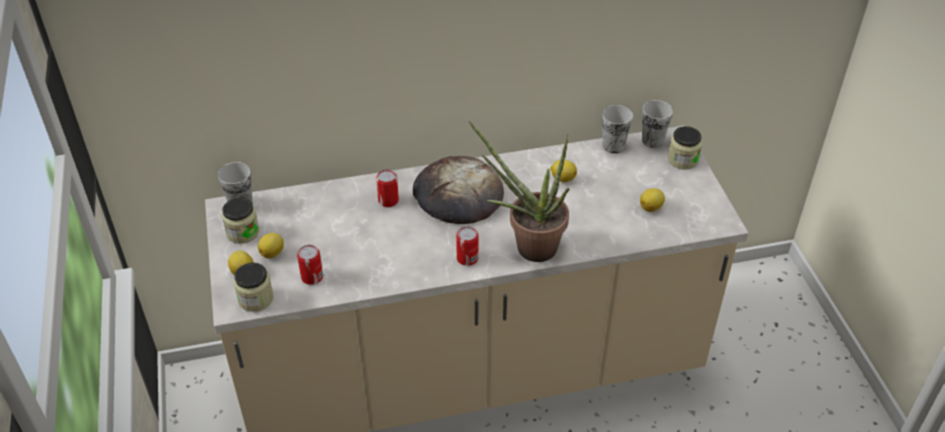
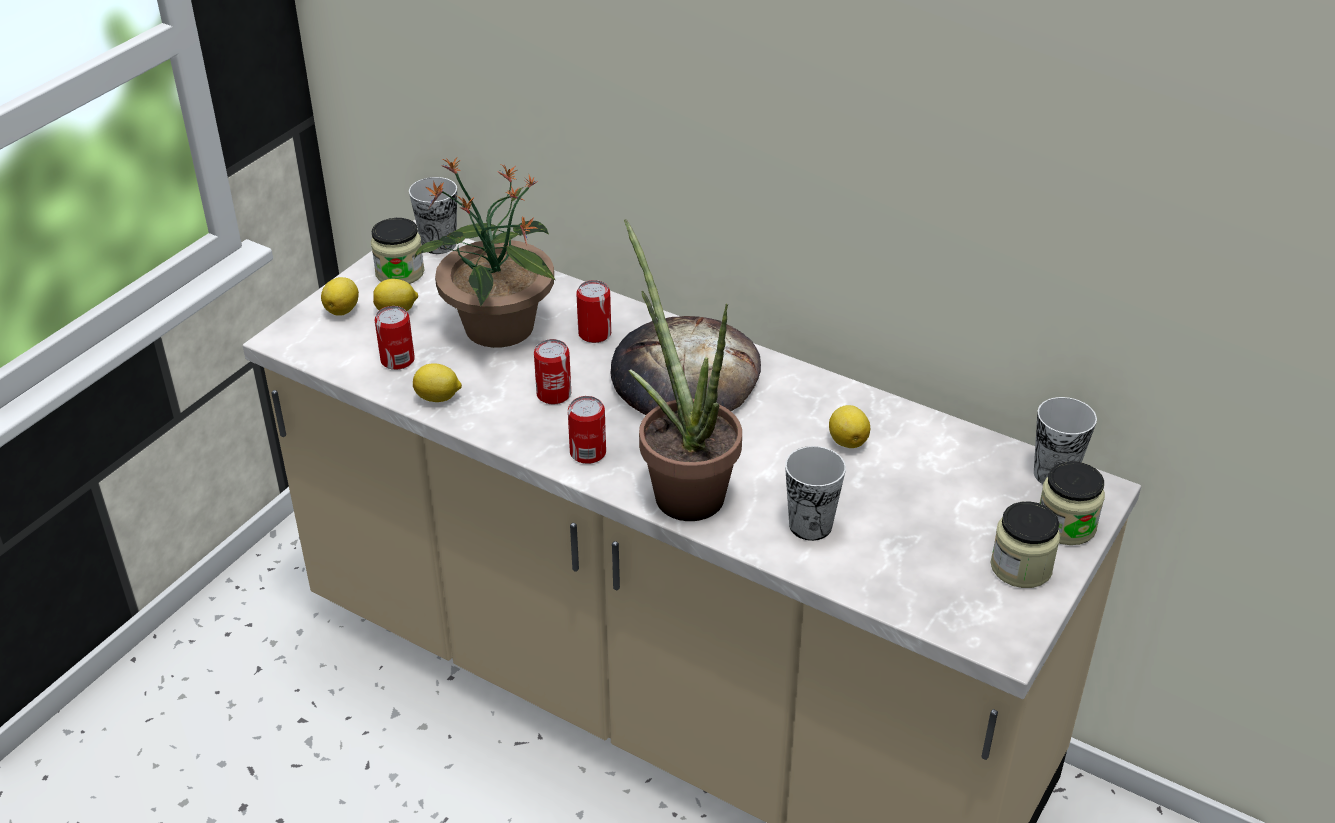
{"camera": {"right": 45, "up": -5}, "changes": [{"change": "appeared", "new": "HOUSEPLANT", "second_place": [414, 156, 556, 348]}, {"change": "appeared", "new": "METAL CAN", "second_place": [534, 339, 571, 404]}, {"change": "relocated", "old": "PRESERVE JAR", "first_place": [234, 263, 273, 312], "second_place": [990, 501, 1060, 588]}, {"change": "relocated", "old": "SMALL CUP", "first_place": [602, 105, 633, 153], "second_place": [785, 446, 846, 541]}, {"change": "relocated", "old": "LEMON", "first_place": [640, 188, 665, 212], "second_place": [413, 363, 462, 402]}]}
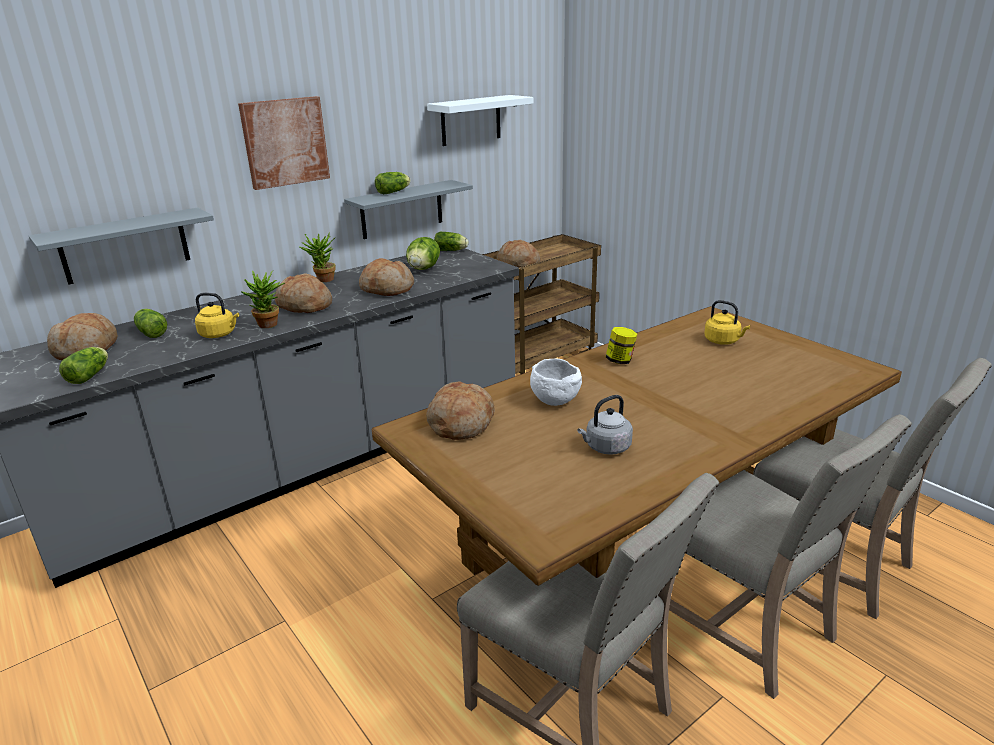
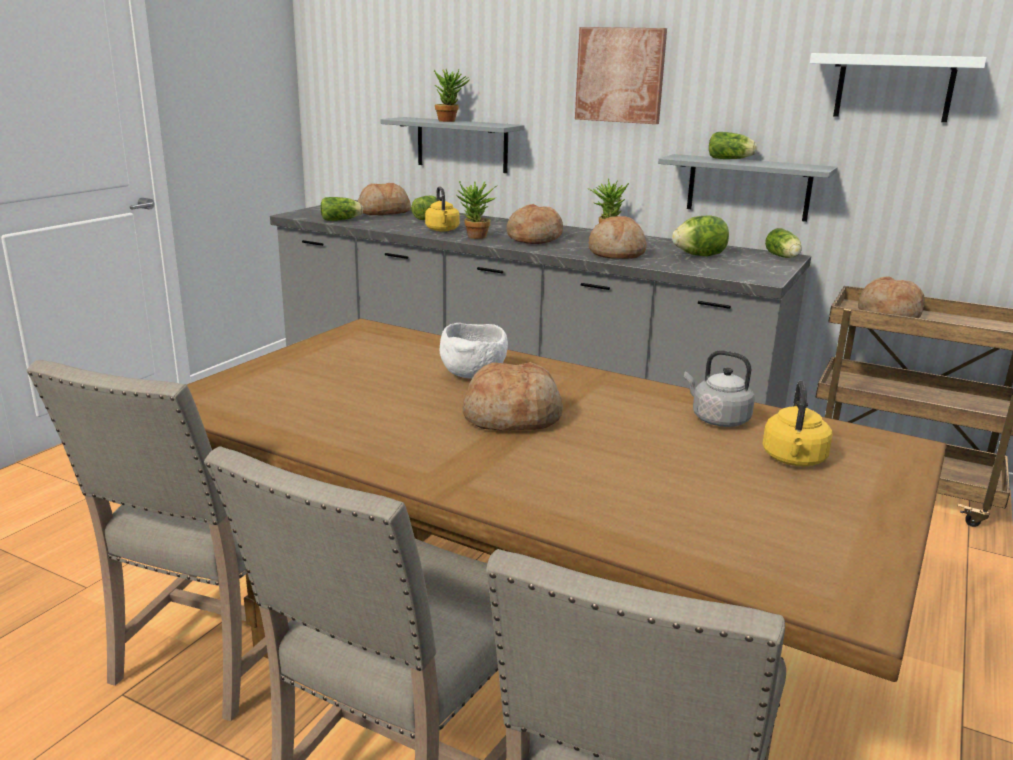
{"camera": {"right": 65, "up": -5}, "changes": [{"change": "missing", "old": "PRESERVE JAR", "first_place": [606, 327, 637, 364]}, {"change": "appeared", "new": "HOUSEPLANT", "second_place": [433, 69, 470, 122]}, {"change": "relocated", "old": "BAKED BREAD", "first_place": [426, 381, 495, 440], "second_place": [463, 362, 563, 430]}, {"change": "relocated", "old": "GREYISH WATER KETTLE", "first_place": [577, 395, 633, 455], "second_place": [684, 350, 755, 427]}]}
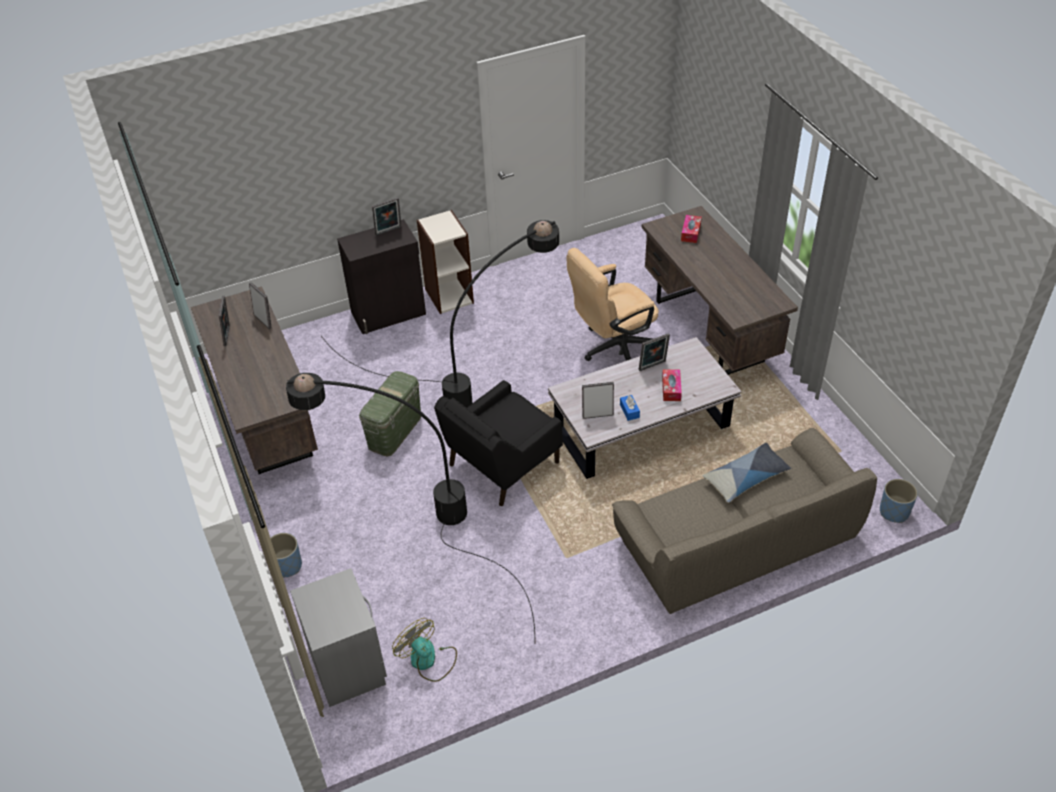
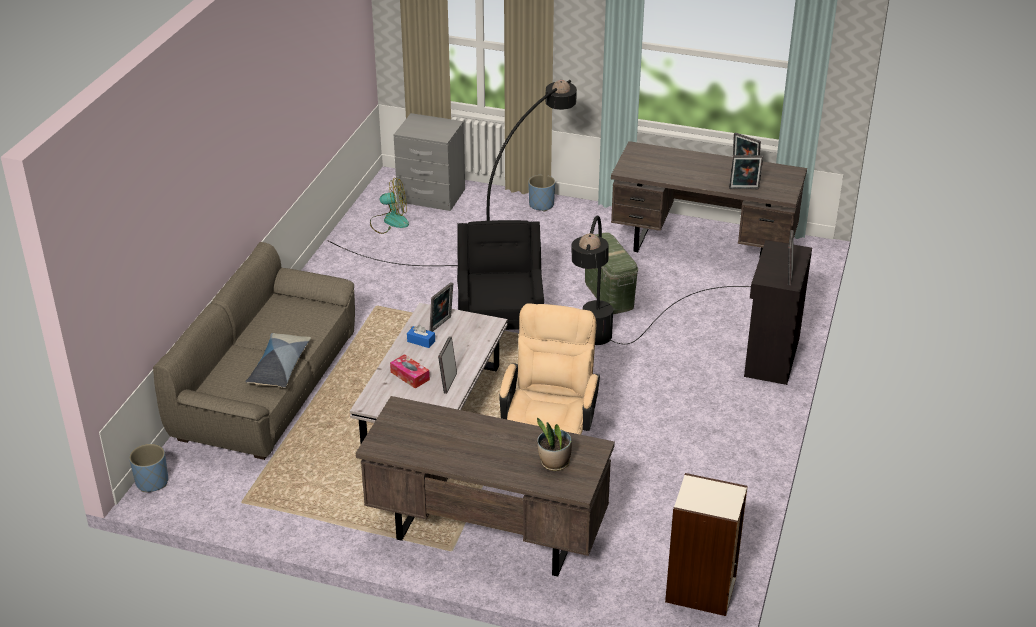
{"camera": {"right": 130, "up": -10}, "changes": [{"change": "relocated", "old": "BOOKSHELF", "first_place": [417, 210, 474, 314], "second_place": [665, 473, 748, 616]}, {"change": "exchanged", "old": "BOX OF TISSUES", "new": "HOUSEPLANT", "first_place": [681, 215, 702, 243], "second_place": [537, 418, 572, 471]}]}
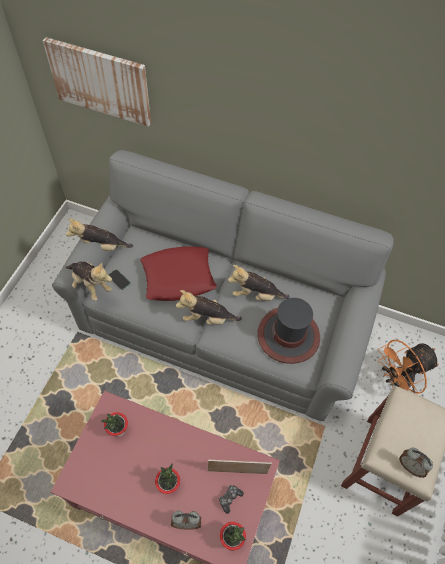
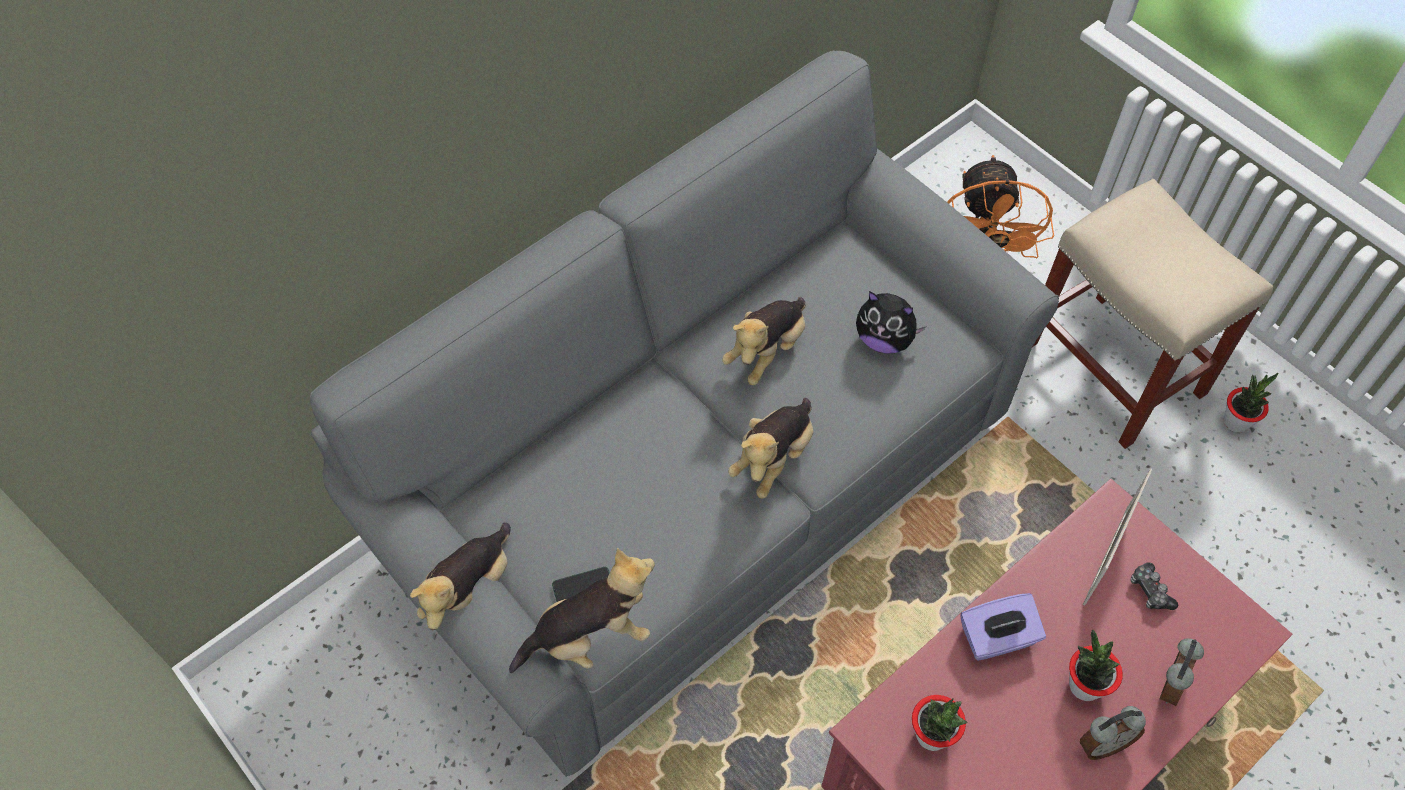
{"camera": {"right": -60, "up": 0}, "changes": [{"change": "missing", "old": "WALL PICTURE", "first_place": [43, 37, 151, 127]}, {"change": "missing", "old": "REDDISH PILLOW", "first_place": [140, 247, 217, 301]}, {"change": "appeared", "new": "PURPLE-COLOURED BOX OF TISSUES", "second_place": [960, 593, 1046, 661]}, {"change": "relocated", "old": "HOUSEPLANT", "first_place": [220, 522, 246, 550], "second_place": [1224, 373, 1278, 433]}, {"change": "relocated", "old": "TABLE CLOCK", "first_place": [399, 448, 433, 478], "second_place": [1080, 706, 1146, 760]}, {"change": "exchanged", "old": "WEARABLE HAT", "new": "CUDDLY TOY", "first_place": [257, 298, 320, 364], "second_place": [856, 291, 926, 354]}]}
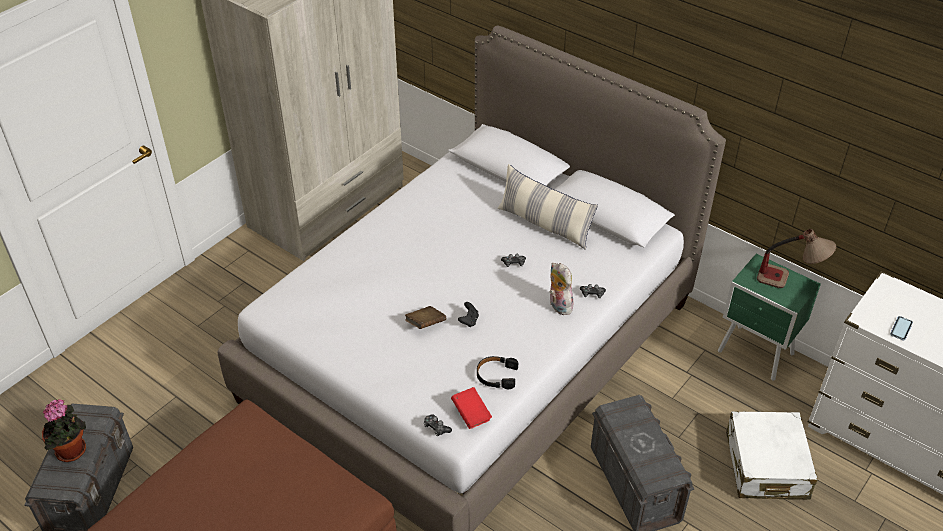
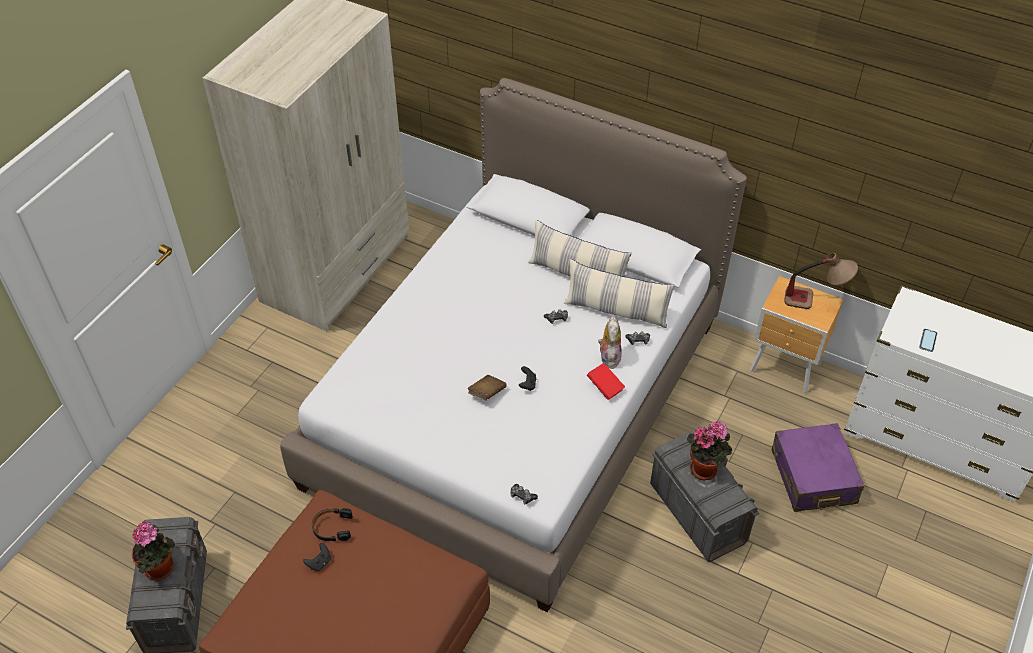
{"camera": {"right": -10, "up": 5}, "changes": [{"change": "appeared", "new": "BLACK-COLOURED GAME CONTROLLER", "second_place": [303, 543, 331, 571]}, {"change": "appeared", "new": "PILLOW", "second_place": [564, 259, 675, 328]}, {"change": "appeared", "new": "HOUSEPLANT", "second_place": [687, 421, 732, 481]}, {"change": "relocated", "old": "REDDISH BOOK", "first_place": [451, 387, 492, 429], "second_place": [587, 363, 625, 400]}, {"change": "relocated", "old": "BLACK-COLOURED HEADPHONES", "first_place": [477, 356, 518, 389], "second_place": [312, 508, 353, 541]}, {"change": "colour", "old": "GREEN NIGHT TABLE", "new": "BROWNISH NIGHT TABLE", "first_place": [718, 254, 821, 381], "second_place": [749, 276, 844, 393]}, {"change": "colour", "old": "WHITE TRAVEL CASE", "new": "PURPLE-COLOURED TRAVEL CASE", "first_place": [726, 411, 818, 500], "second_place": [772, 423, 865, 512]}, {"change": "spun", "old": "CUDDLY TOY", "first_place": [549, 263, 573, 315], "second_place": [598, 316, 622, 369], "degrees": 45}]}
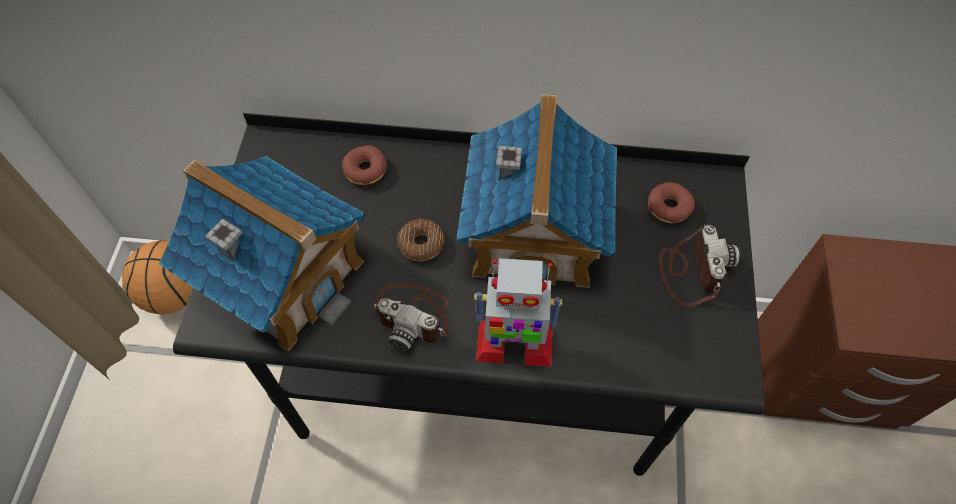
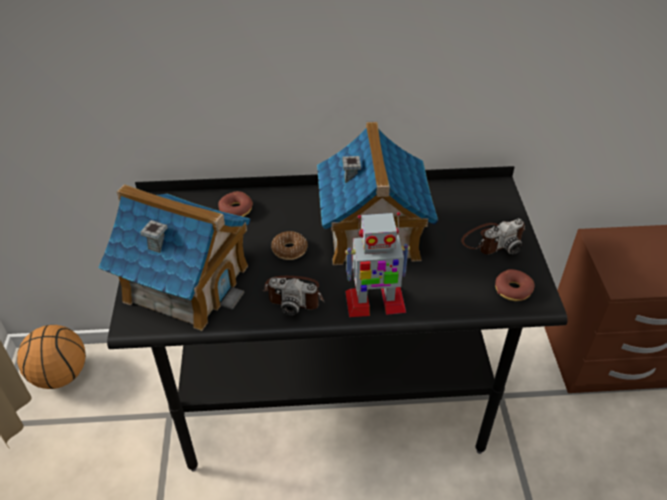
{"camera": {"right": -10, "up": -15}, "changes": [{"change": "relocated", "old": "DOUGHNUT", "first_place": [648, 182, 695, 223], "second_place": [495, 269, 535, 301]}, {"change": "spun", "old": "STILL CAMERA", "first_place": [659, 224, 741, 307], "second_place": [461, 219, 525, 255], "degrees": 75}]}
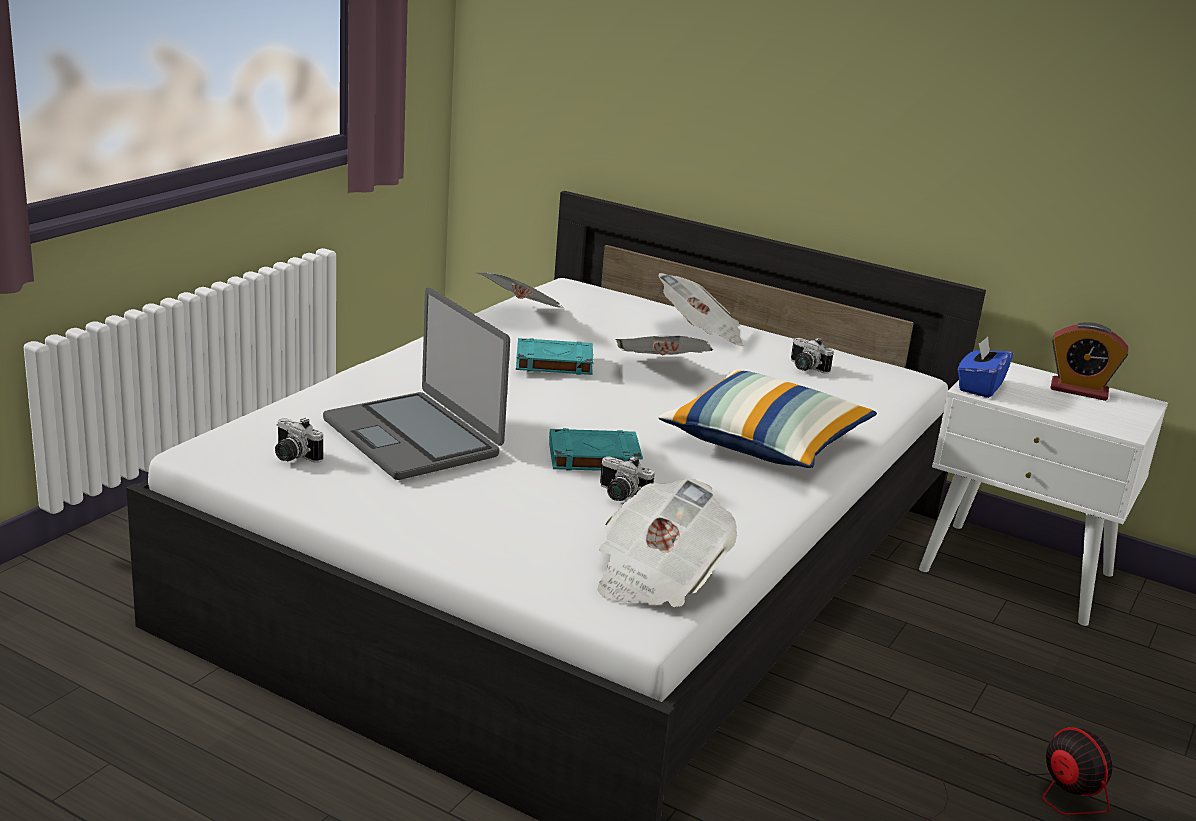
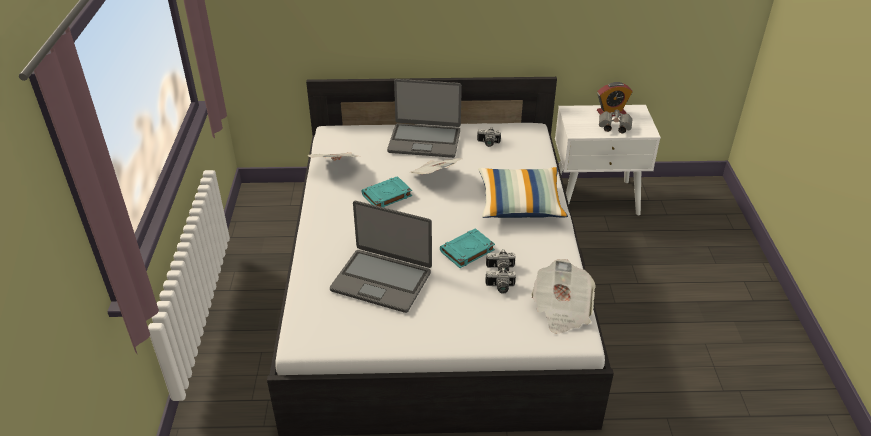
{"camera": {"right": -30, "up": 15}, "changes": [{"change": "missing", "old": "FAN", "first_place": [924, 727, 1112, 821]}, {"change": "missing", "old": "BLUISH BOX OF TISSUES", "first_place": [958, 336, 1013, 398]}, {"change": "appeared", "new": "GREYISH FIELD GLASSES", "second_place": [599, 109, 633, 133]}, {"change": "relocated", "old": "STILL CAMERA", "first_place": [275, 418, 323, 463], "second_place": [485, 268, 516, 294]}, {"change": "exchanged", "old": "DAILY PAPER", "new": "LAPTOP", "first_place": [658, 273, 743, 346], "second_place": [387, 79, 462, 158]}]}
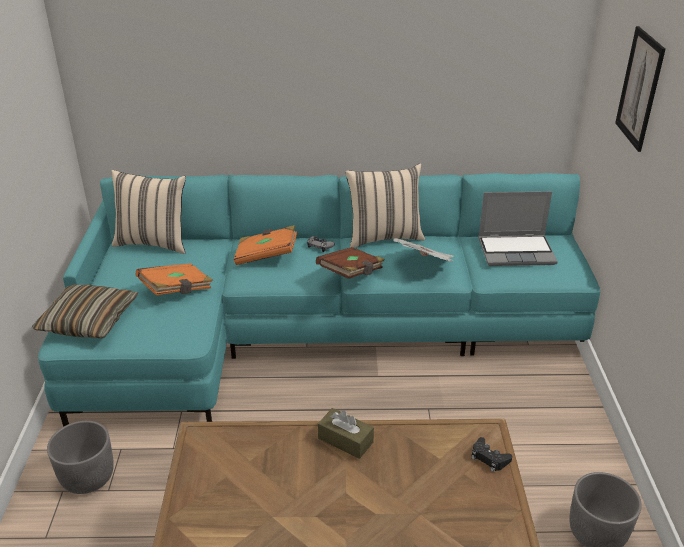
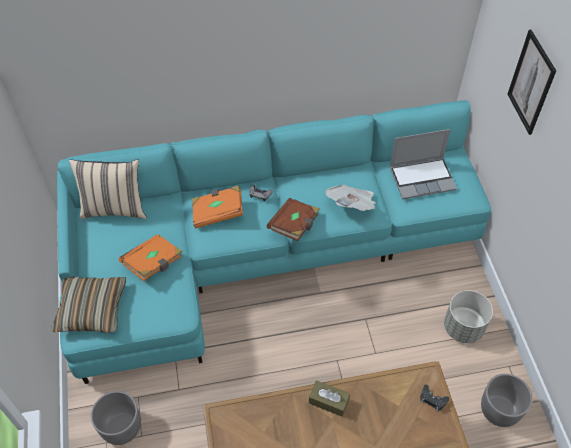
{"camera": {"right": -10, "up": 20}, "changes": [{"change": "missing", "old": "SAND-COLOURED PILLOW", "first_place": [345, 164, 425, 248]}, {"change": "appeared", "new": "GREYISH PLANTER", "second_place": [444, 290, 493, 343]}]}
